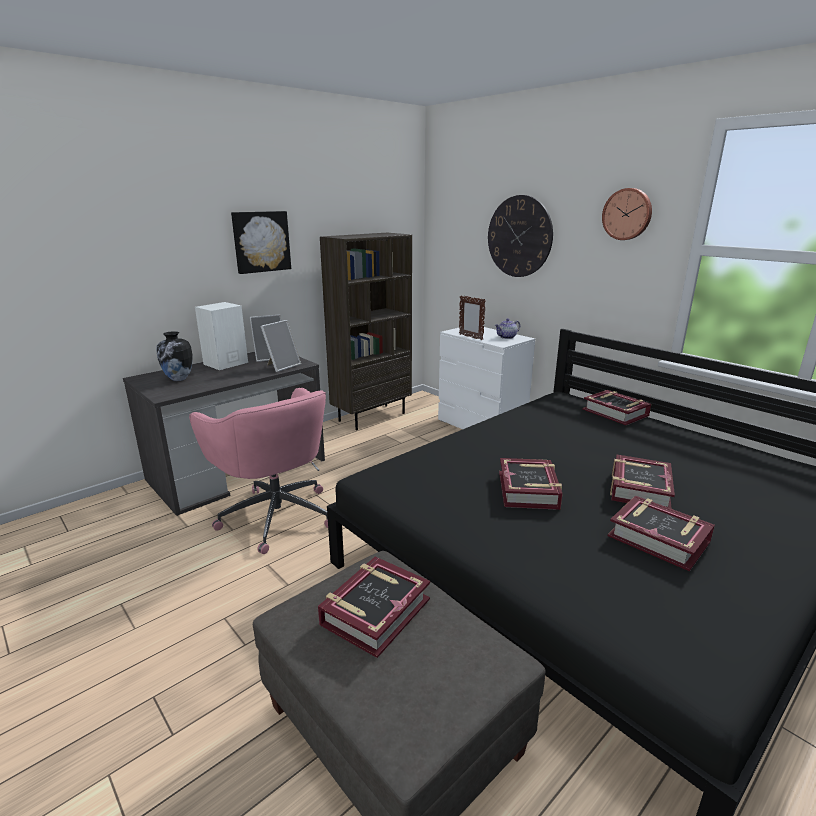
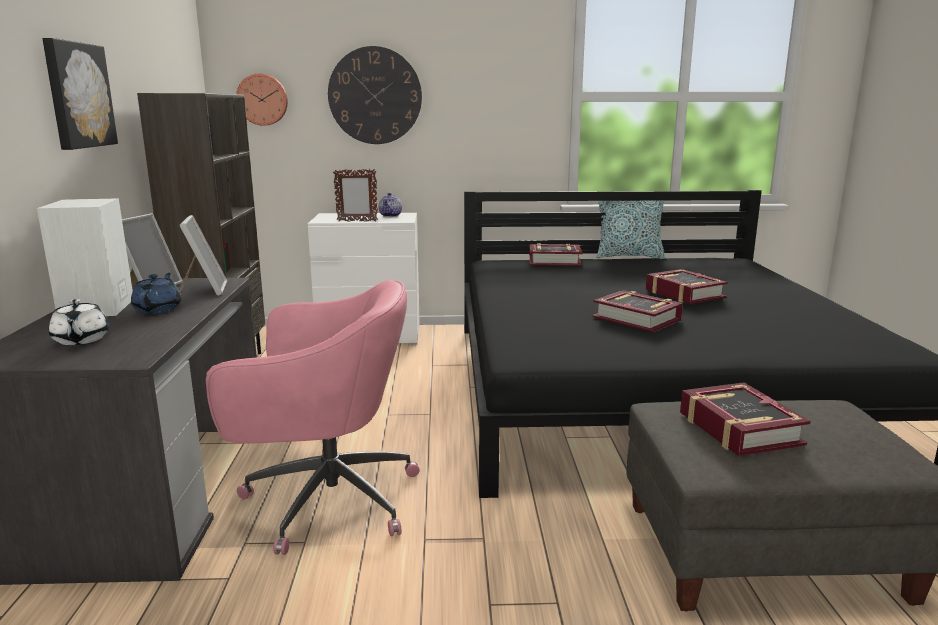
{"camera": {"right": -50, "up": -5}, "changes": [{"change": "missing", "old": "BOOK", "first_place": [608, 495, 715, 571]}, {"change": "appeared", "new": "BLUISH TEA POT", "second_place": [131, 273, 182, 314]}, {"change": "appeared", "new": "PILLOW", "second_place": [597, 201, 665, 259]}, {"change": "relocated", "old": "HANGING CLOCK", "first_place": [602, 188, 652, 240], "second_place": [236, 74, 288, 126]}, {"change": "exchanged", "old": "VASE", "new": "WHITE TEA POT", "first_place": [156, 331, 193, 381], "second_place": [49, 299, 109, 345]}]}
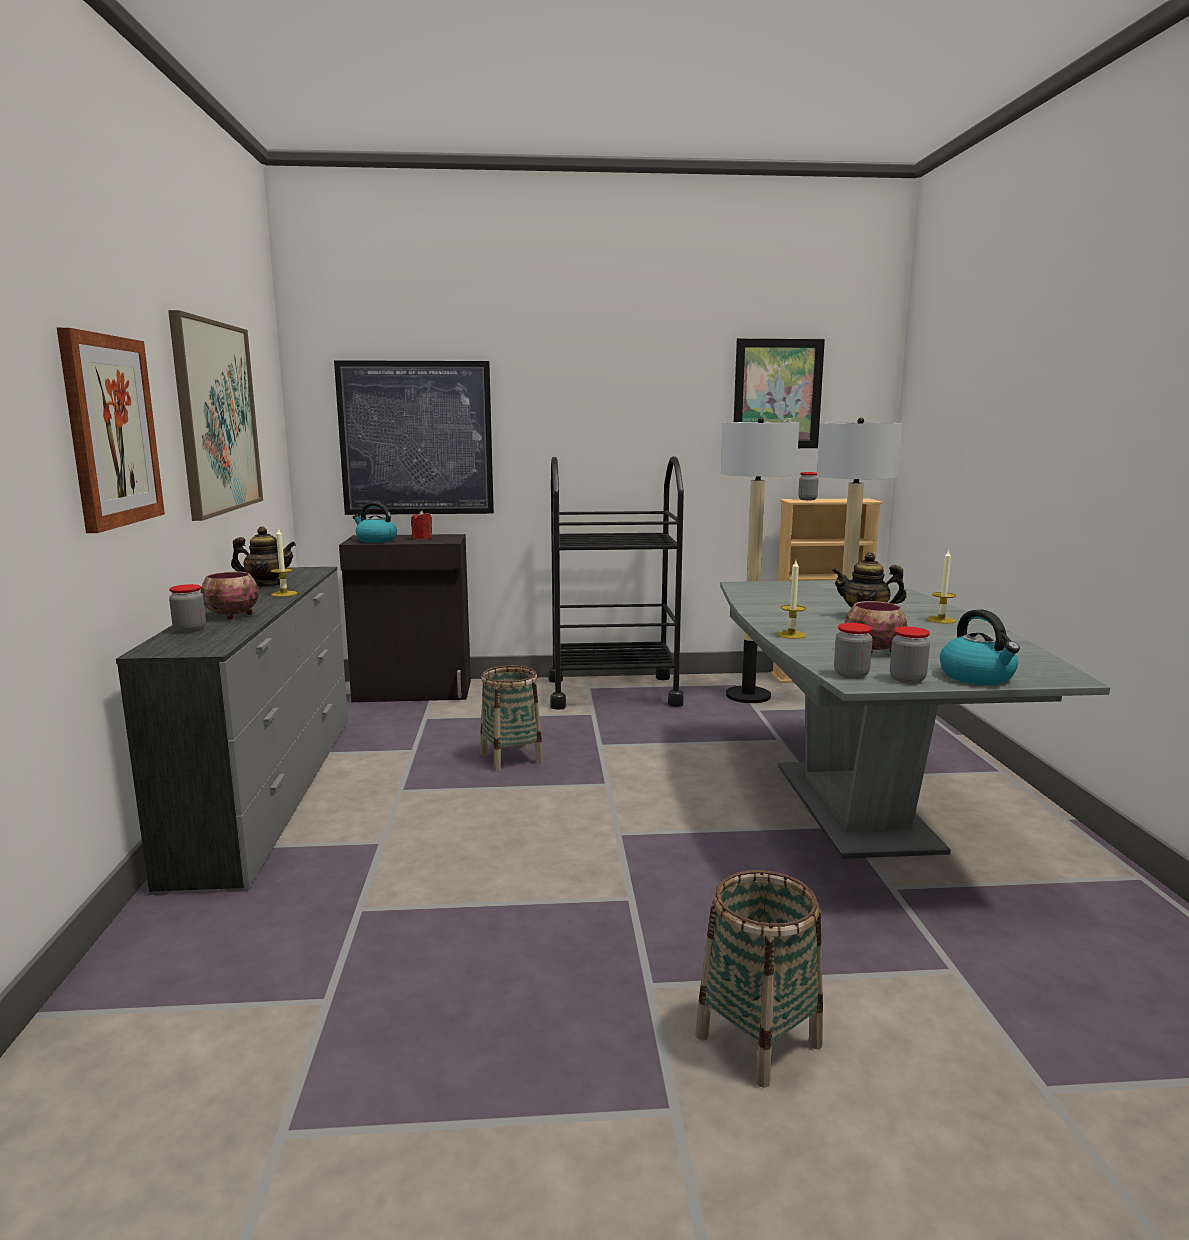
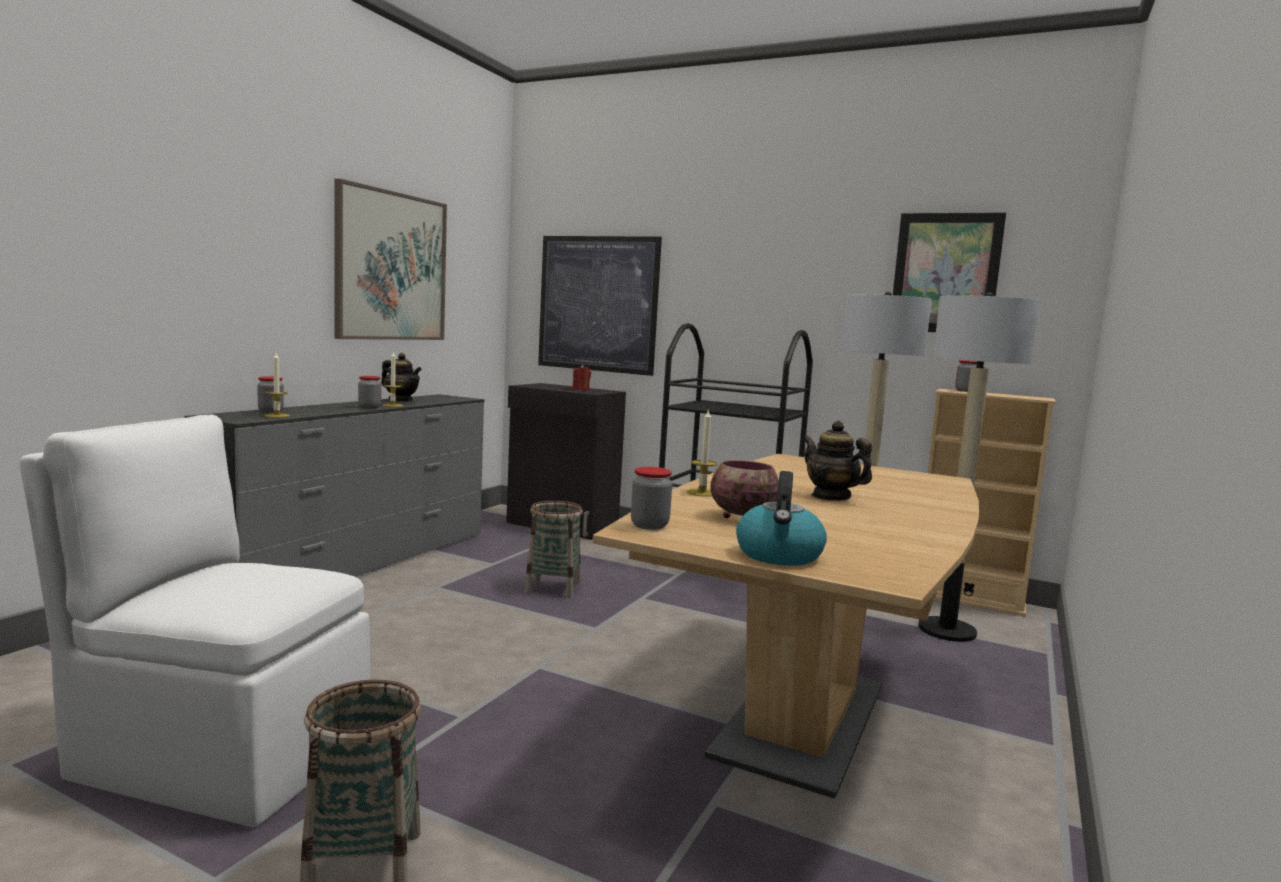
{"camera": {"right": 30, "up": -5}, "changes": [{"change": "missing", "old": "WALL PICTURE", "first_place": [57, 328, 165, 533]}, {"change": "missing", "old": "SERVING BOWL", "first_place": [200, 572, 259, 619]}, {"change": "missing", "old": "WATER KETTLE", "first_place": [353, 502, 397, 543]}, {"change": "appeared", "new": "WHITE UPRIGHT CHAIR", "second_place": [20, 415, 370, 827]}, {"change": "relocated", "old": "PRESERVE JAR", "first_place": [890, 627, 930, 684], "second_place": [358, 376, 381, 409]}, {"change": "relocated", "old": "WAX LIGHT", "first_place": [927, 549, 956, 624], "second_place": [264, 353, 290, 418]}, {"change": "colour", "old": "GREYISH DINNER TABLE", "new": "BROWNISH DINNER TABLE", "first_place": [720, 580, 1110, 859], "second_place": [593, 454, 980, 799]}]}
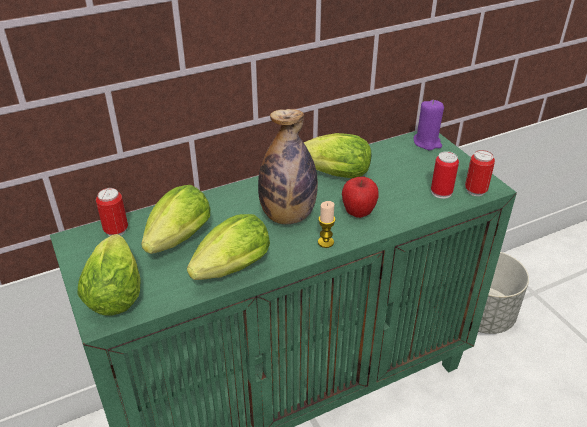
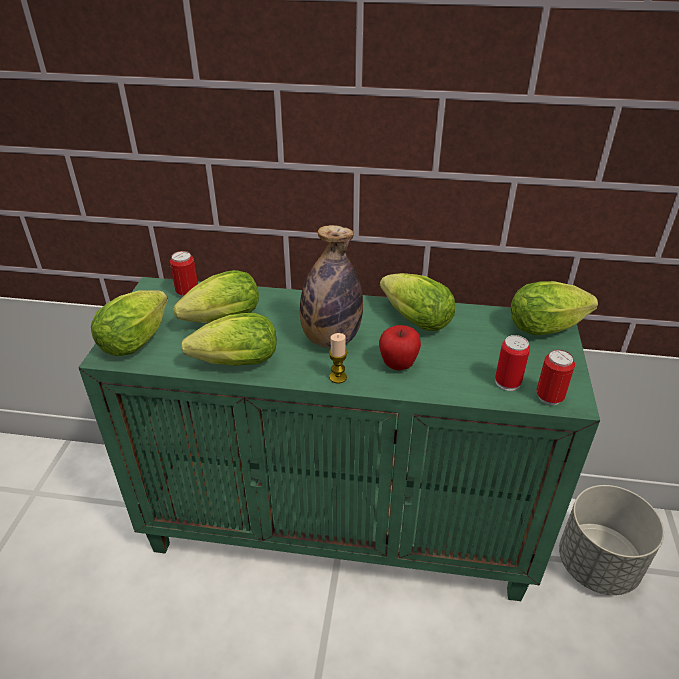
{"camera": {"right": 35, "up": 0}, "changes": [{"change": "exchanged", "old": "PURPLE-COLOURED WAX LIGHT", "new": "LETTUCE HEAD", "first_place": [414, 100, 444, 150], "second_place": [511, 281, 598, 335]}]}
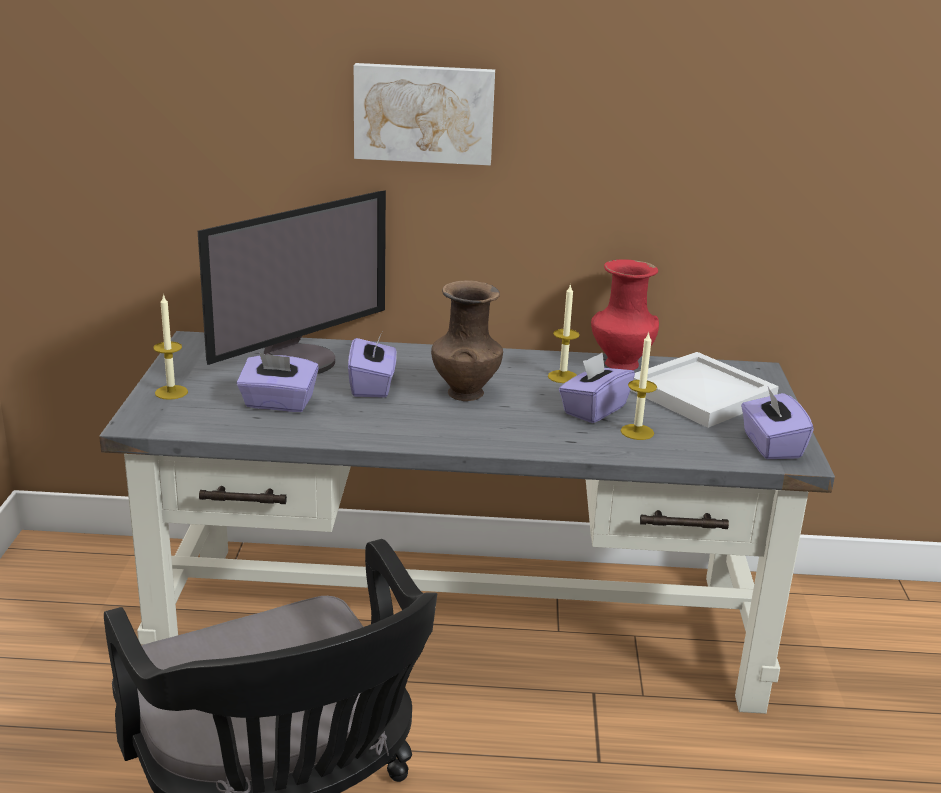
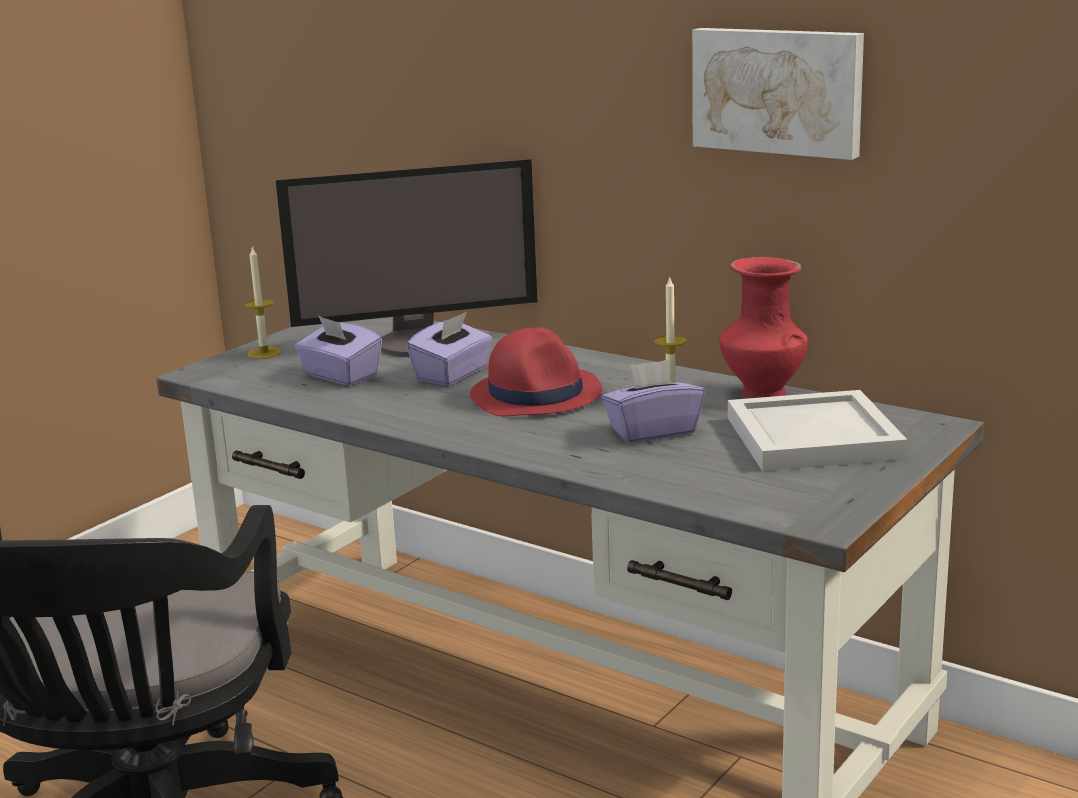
{"camera": {"right": 35, "up": -5}, "changes": [{"change": "missing", "old": "WAX LIGHT", "first_place": [621, 332, 657, 440]}, {"change": "missing", "old": "PURPLE-COLOURED BOX OF TISSUES", "first_place": [741, 387, 814, 459]}, {"change": "relocated", "old": "WALL PICTURE", "first_place": [354, 63, 495, 165], "second_place": [692, 28, 864, 160]}, {"change": "exchanged", "old": "BROWNISH VASE", "new": "REDDISH WEARABLE HAT", "first_place": [431, 280, 503, 401], "second_place": [470, 327, 602, 416]}]}
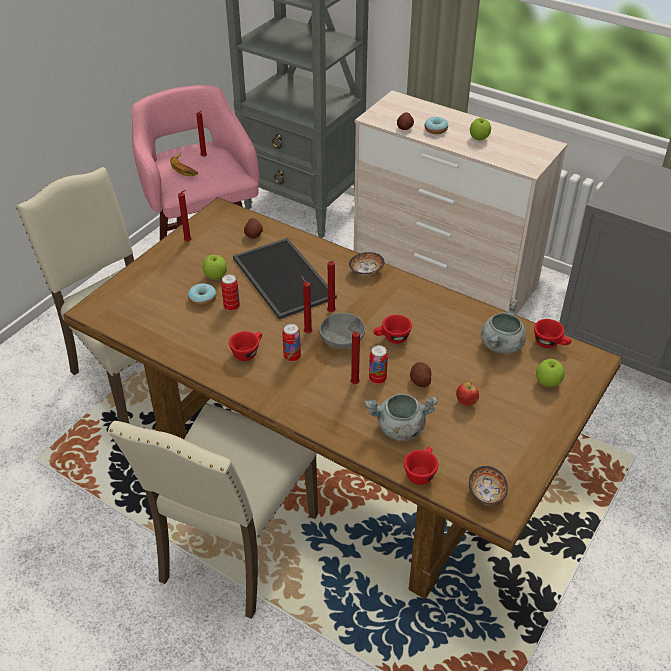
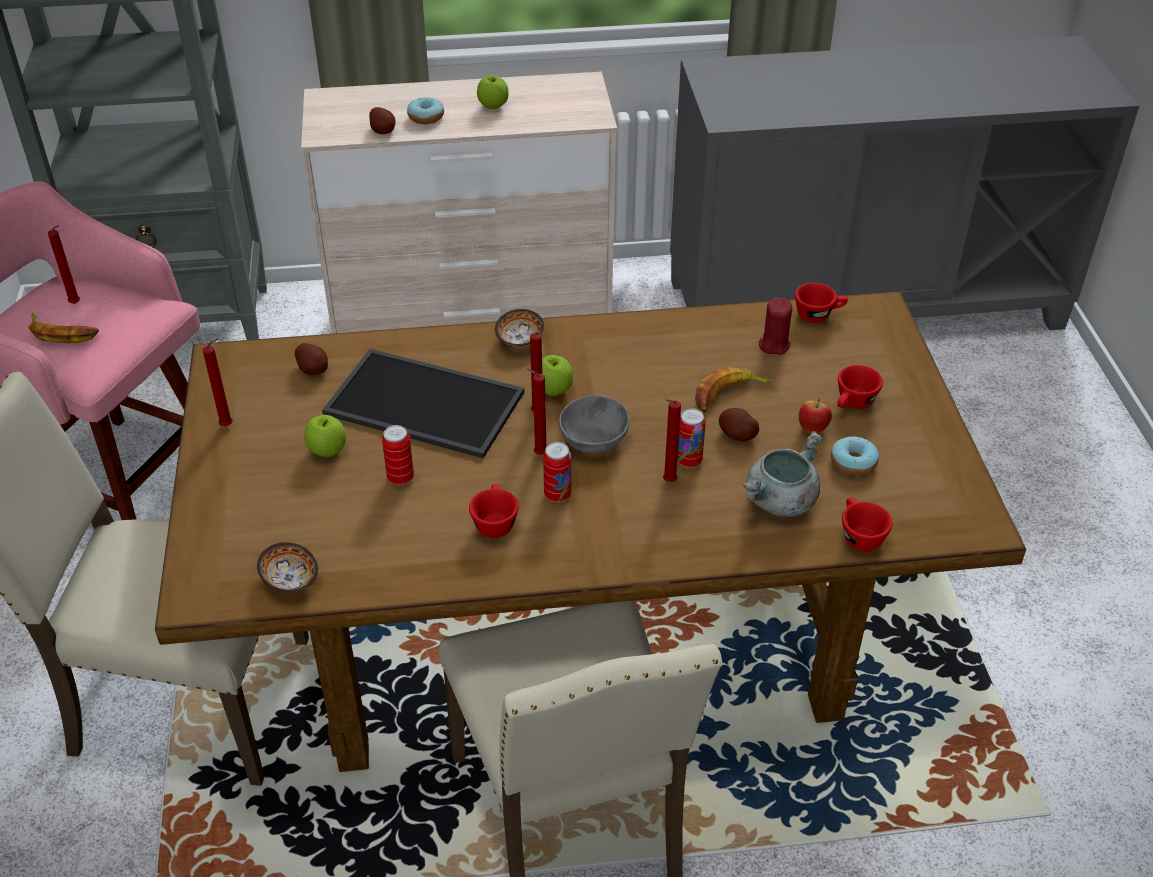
{"camera": {"right": -40, "up": 0}, "changes": [{"change": "appeared", "new": "WHOLE BANANA", "second_place": [695, 367, 774, 413]}, {"change": "relocated", "old": "DOUGHNUT", "first_place": [188, 283, 216, 306], "second_place": [831, 436, 879, 476]}, {"change": "relocated", "old": "REDDISH SMALL CUP", "first_place": [373, 315, 412, 344], "second_place": [837, 365, 883, 409]}, {"change": "relocated", "old": "SERVING BOWL", "first_place": [469, 466, 508, 505], "second_place": [257, 542, 318, 593]}, {"change": "relocated", "old": "APPLE", "first_place": [536, 359, 565, 387], "second_place": [542, 355, 573, 396]}, {"change": "exchanged", "old": "GREYISH STOCKPOT", "new": "REDDISH WAX LIGHT", "first_place": [481, 298, 526, 354], "second_place": [759, 298, 792, 355]}]}
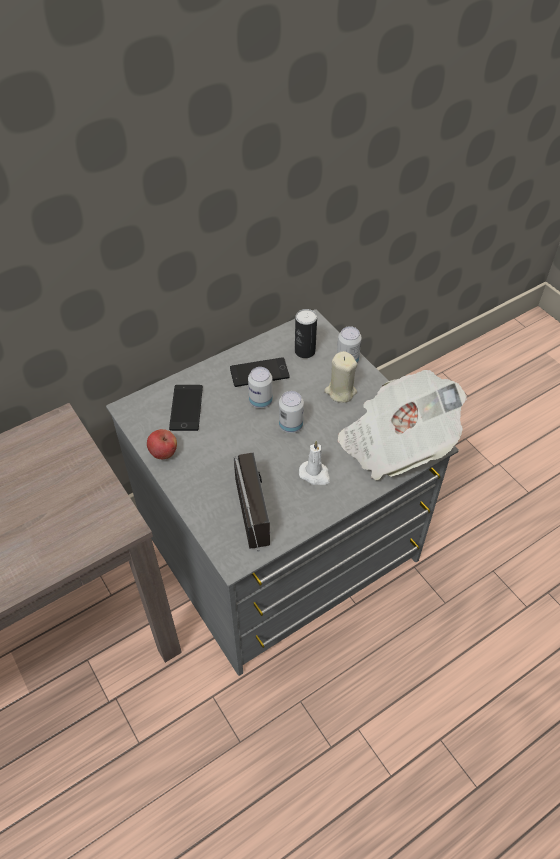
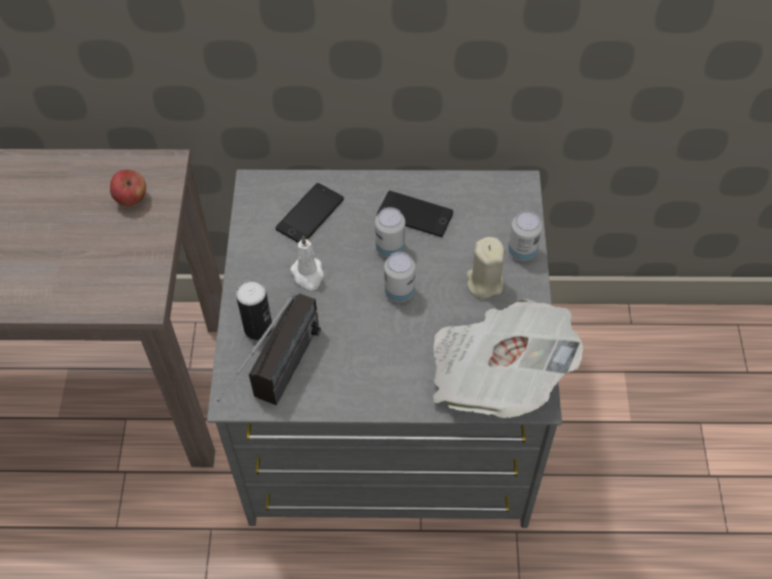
{"camera": {"right": 35, "up": 5}, "changes": [{"change": "relocated", "old": "APPLE", "first_place": [147, 429, 177, 459], "second_place": [110, 170, 146, 206]}, {"change": "relocated", "old": "METAL CAN", "first_place": [295, 309, 317, 358], "second_place": [236, 280, 273, 340]}, {"change": "relocated", "old": "WHITE WAX LIGHT", "first_place": [299, 440, 330, 485], "second_place": [290, 236, 324, 291]}]}
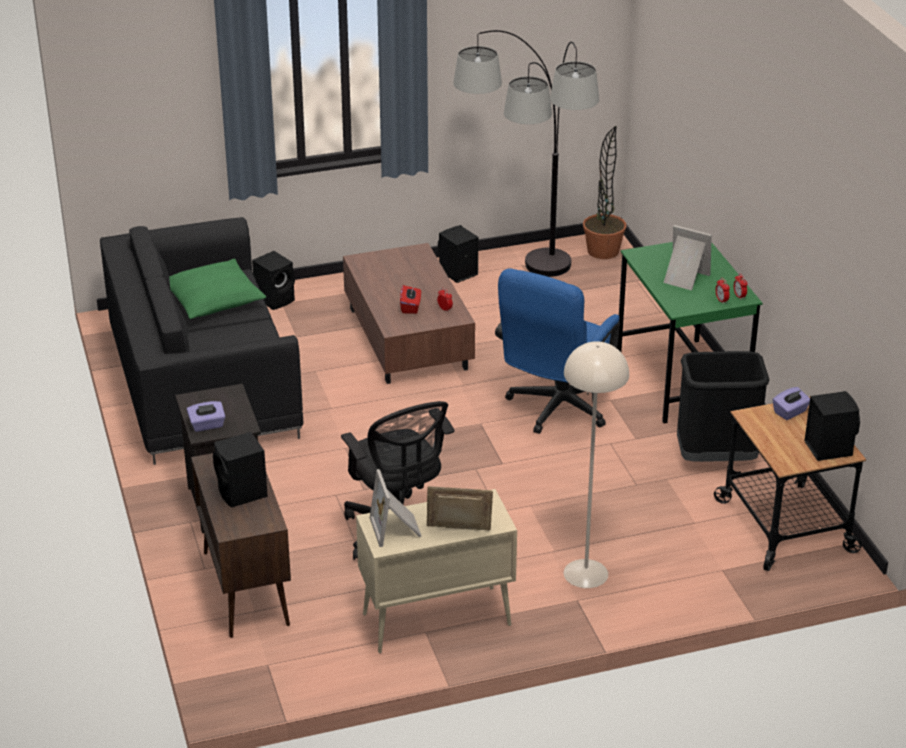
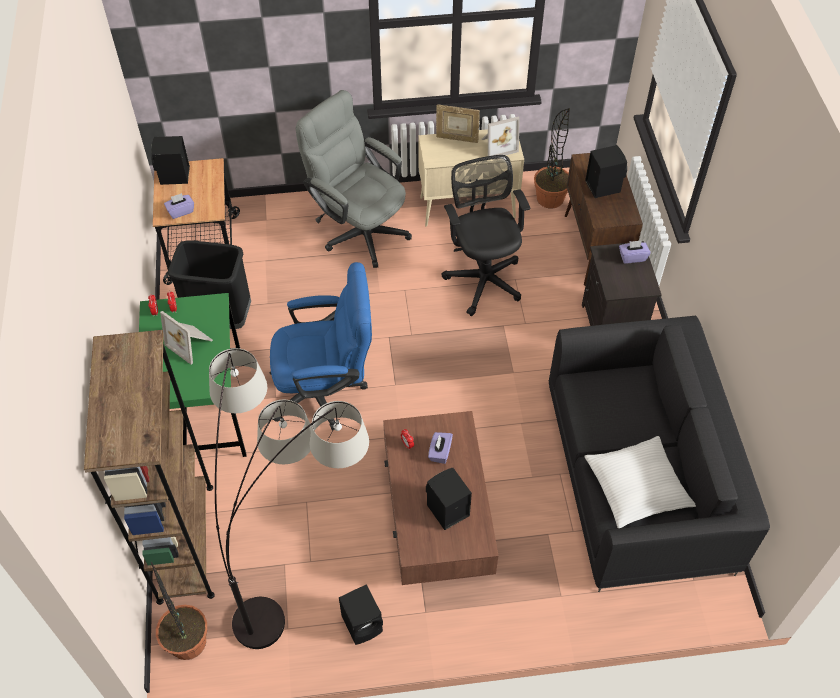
{"camera": {"right": -170, "up": 20}, "changes": [{"change": "appeared", "new": "BROWNISH BOOKSHELF", "second_place": [84, 330, 215, 605]}, {"change": "appeared", "new": "HOUSEPLANT", "second_place": [534, 108, 570, 208]}, {"change": "relocated", "old": "BLACK-COLOURED LOUDSPEAKER", "first_place": [252, 251, 295, 310], "second_place": [426, 468, 472, 530]}, {"change": "exchanged", "old": "SAND-COLOURED STANDARD LAMP", "new": "GREYISH OFFICE CHAIR", "first_place": [564, 341, 629, 588], "second_place": [296, 90, 412, 268]}, {"change": "colour", "old": "GREEN PILLOW", "new": "WHITE PILLOW", "first_place": [169, 259, 266, 319], "second_place": [584, 436, 696, 528]}, {"change": "colour", "old": "REDDISH BOX OF TISSUES", "new": "PURPLE-COLOURED BOX OF TISSUES", "first_place": [400, 285, 421, 314], "second_place": [428, 432, 453, 464]}, {"change": "spun", "old": "PICTURE FRAME", "first_place": [370, 469, 422, 547], "second_place": [482, 116, 520, 156], "degrees": 75}, {"change": "spun", "old": "BLUISH OFFICE CHAIR", "first_place": [495, 268, 620, 434], "second_place": [270, 262, 372, 431], "degrees": 45}]}
